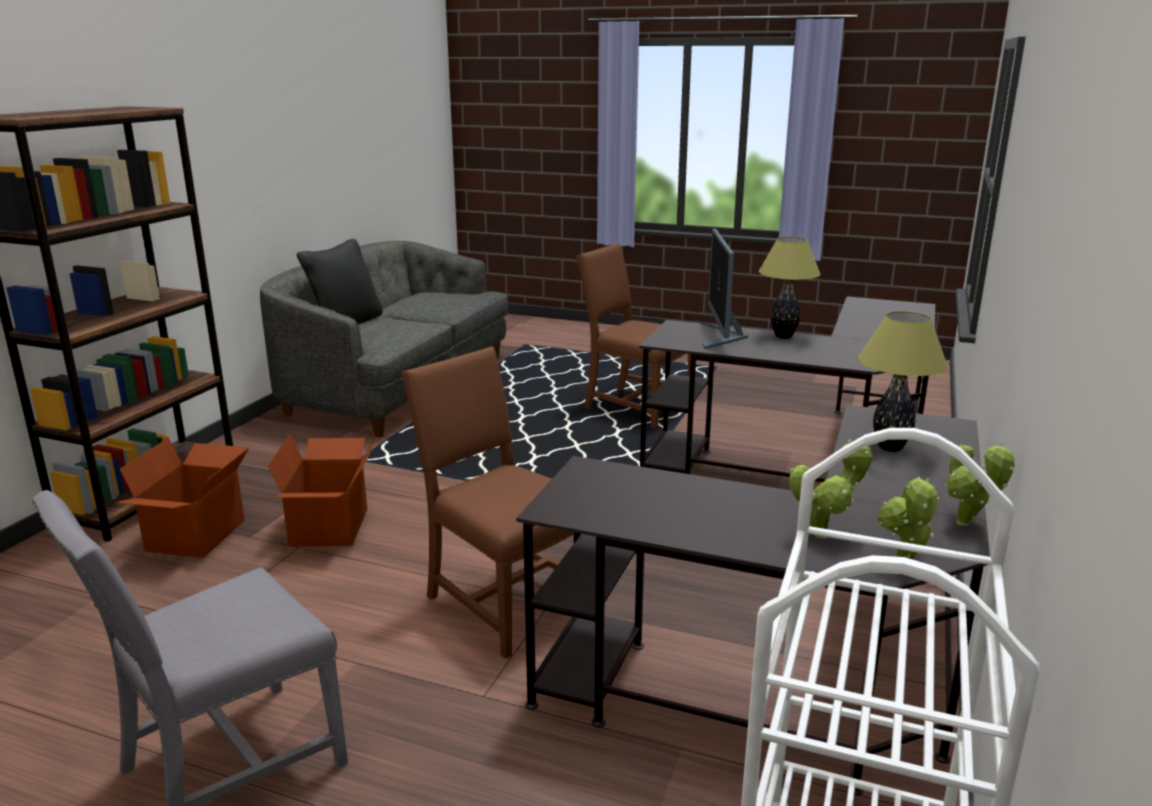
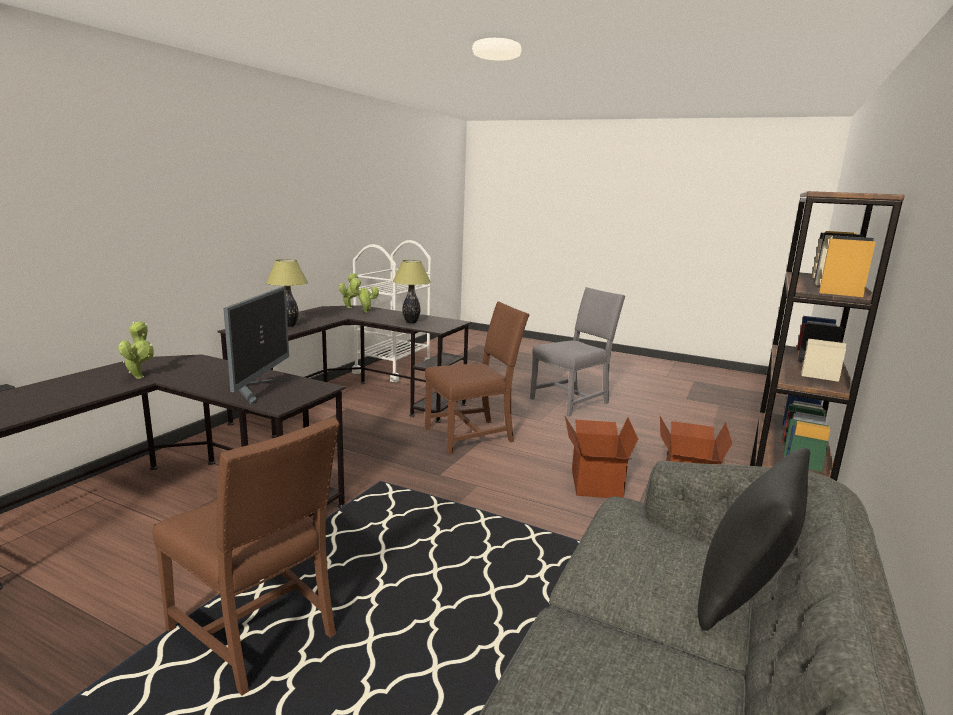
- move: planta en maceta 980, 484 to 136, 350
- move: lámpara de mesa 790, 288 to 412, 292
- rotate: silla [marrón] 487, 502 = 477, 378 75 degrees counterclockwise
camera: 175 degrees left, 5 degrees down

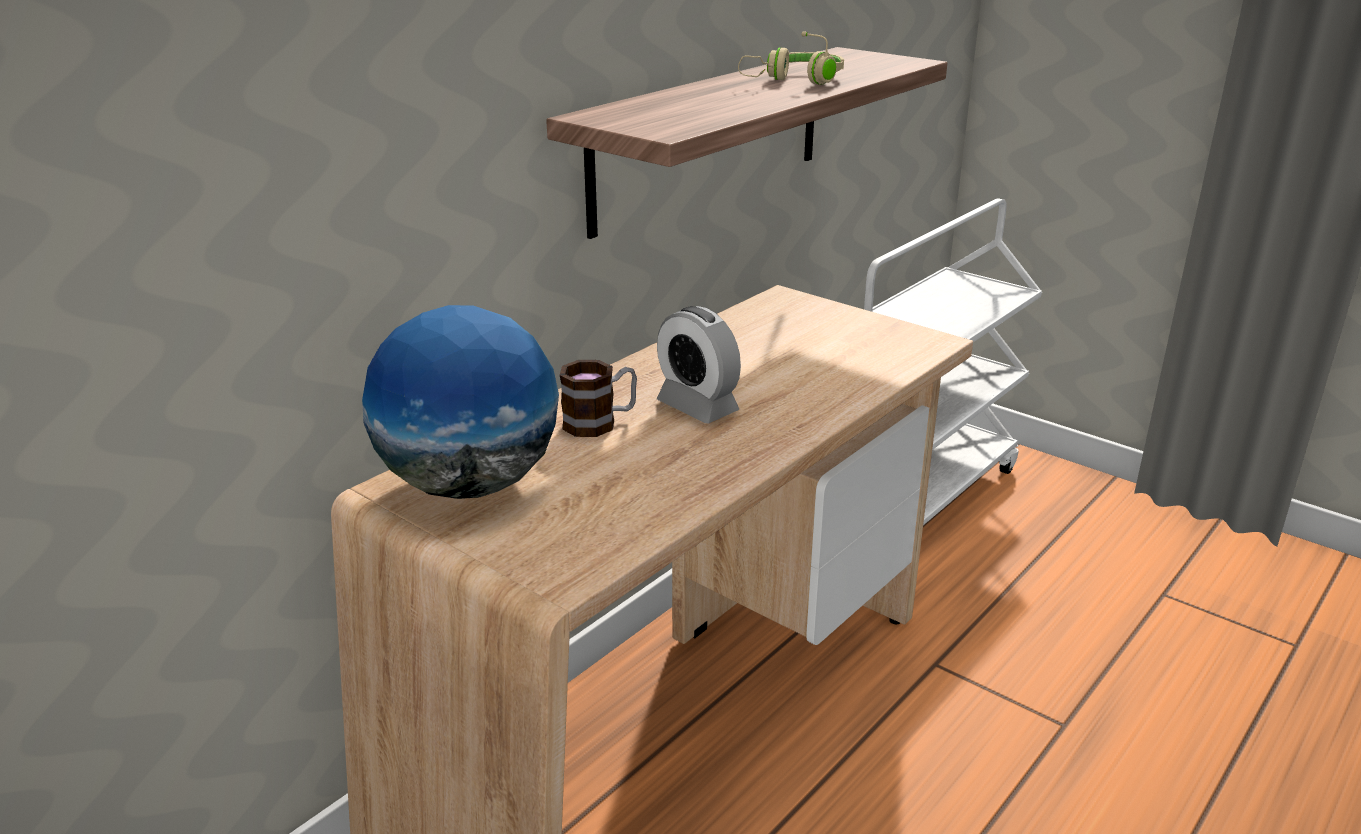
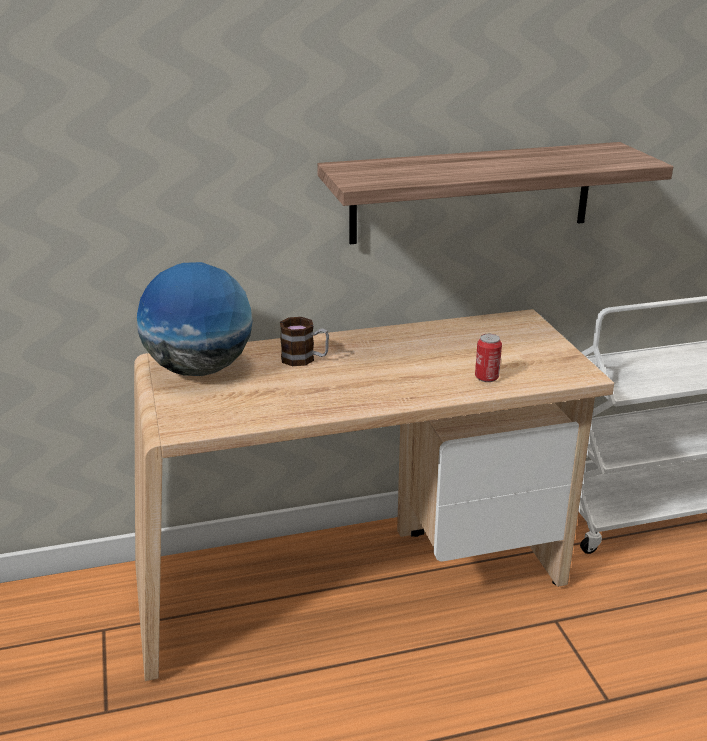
- insert: lata 488, 358
- delete: despertador 699, 364
- delete: auriculares [beis] 791, 58
camera: 35 degrees right, 0 degrees up

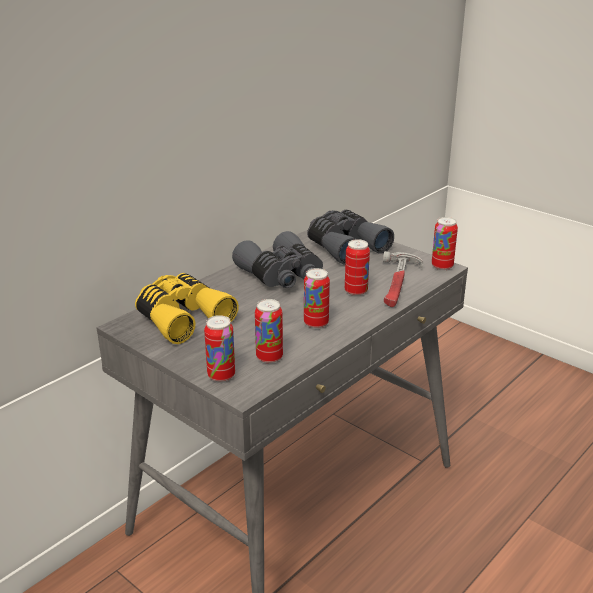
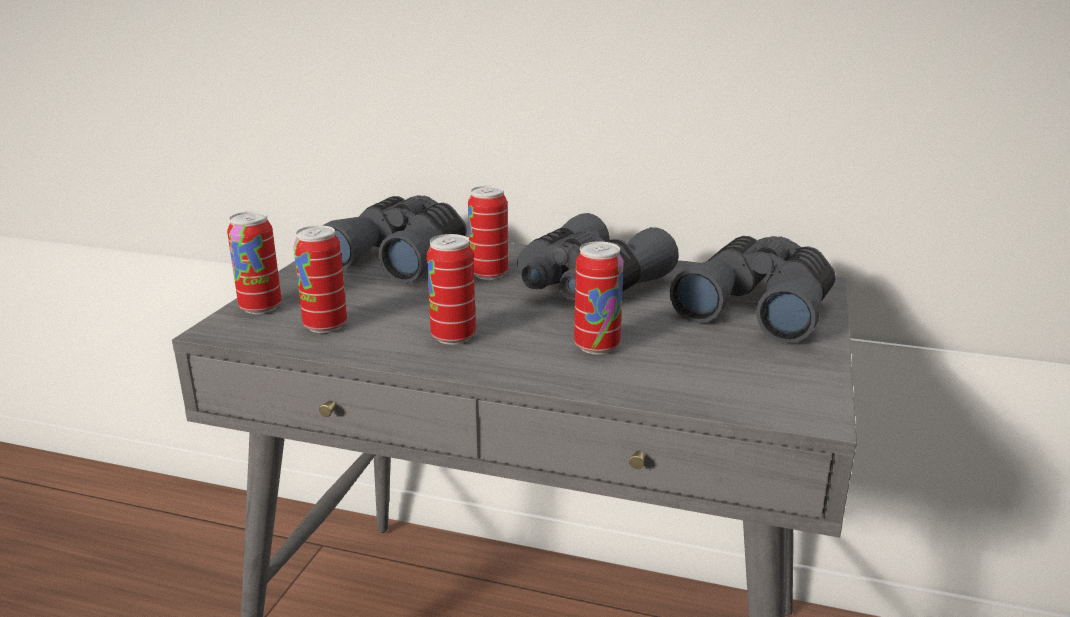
- recolor: prismáticos [amarillo] 187, 308 to prismáticos [gris] 394, 239
- move: lata 445, 243 to 488, 233
- delete: martillo 403, 279
camera: 65 degrees right, 5 degrees down

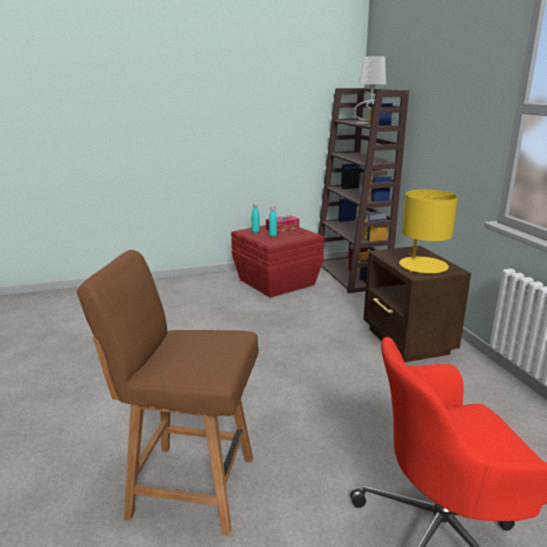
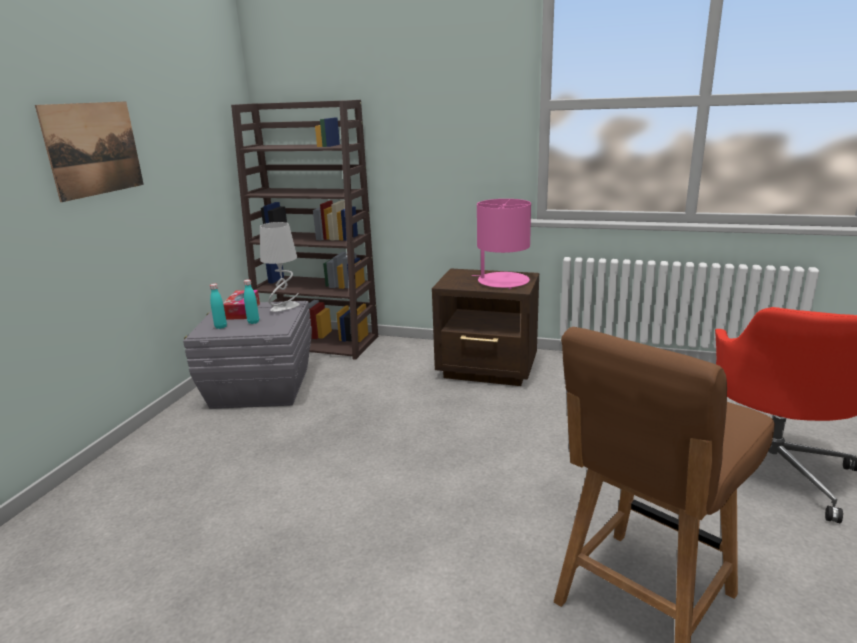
- insert: cuadro 89, 151
- recolor: caja de almacenaje [rojo] 277, 261 to caja de almacenaje [gris] 247, 355
- move: lámpara de mesa [gris] 370, 90 to 280, 267
- recolor: lámpara de mesa [amarillo] 428, 231 to lámpara de mesa [rosa] 501, 244
camera: 55 degrees left, 0 degrees up

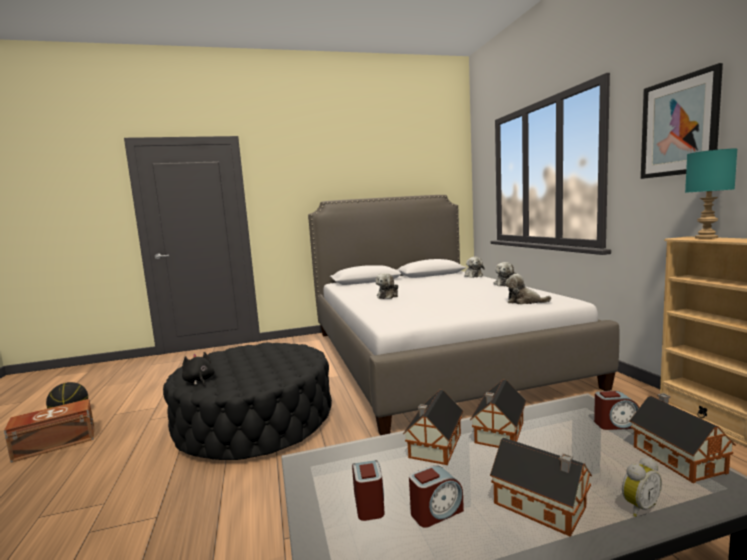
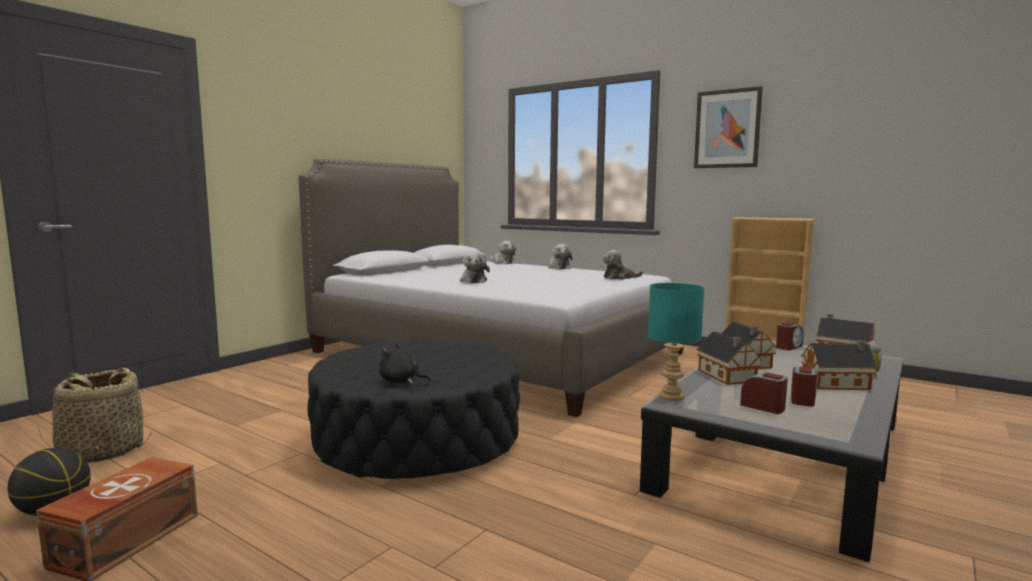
- insert: cesta 95, 415
- move: lámpara de mesa [turquesa] 711, 194 to 676, 342
camera: 40 degrees left, 0 degrees up

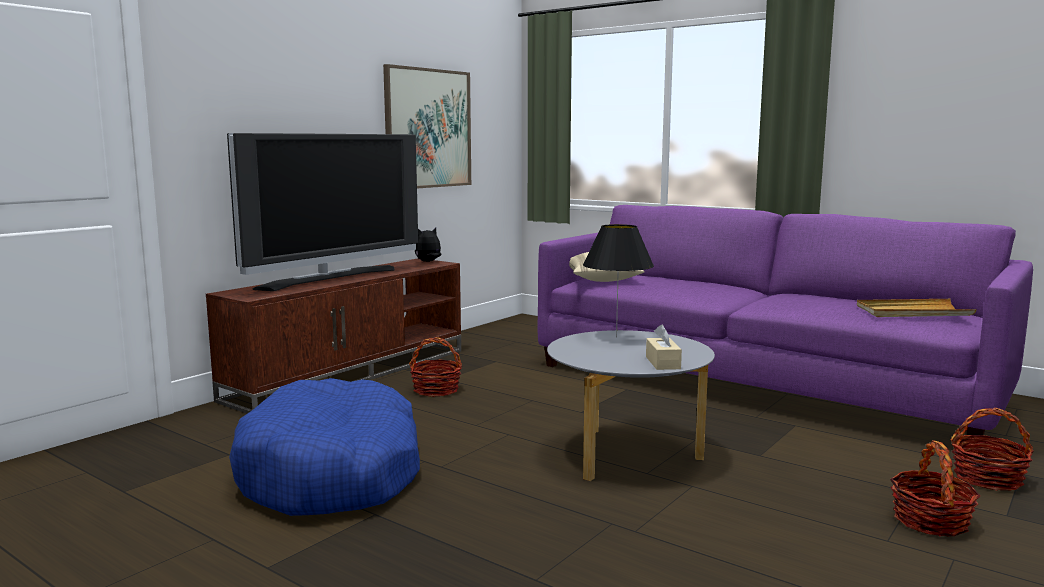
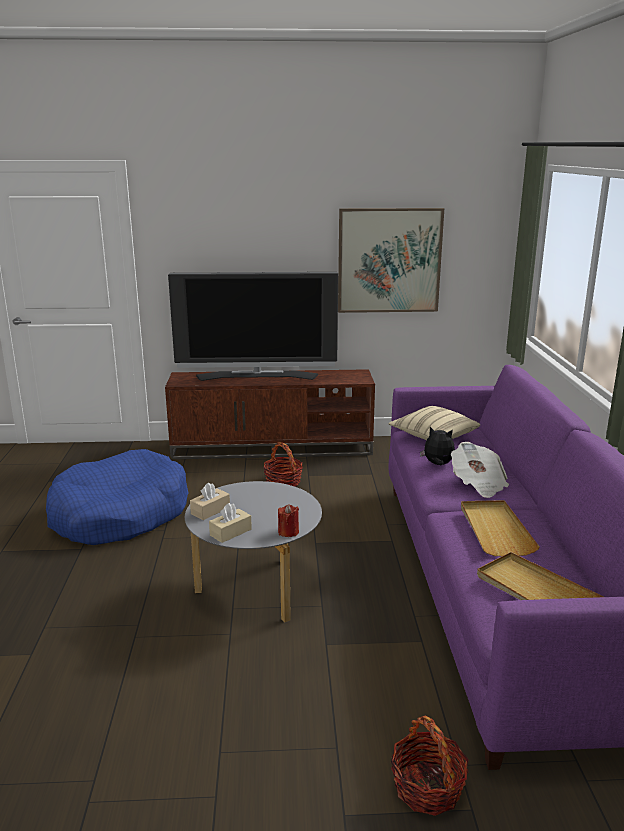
- insert: caja de pañuelos [beis] 210, 501
- insert: vela [rojo] 288, 521
- move: peluche 428, 245 to 437, 446
- insert: periódico 480, 470
- insert: bandeja [beis] 500, 528
- delete: lámpara de mesa [negro] 618, 280
- delete: cesta 935, 488
camera: 50 degrees right, 10 degrees up

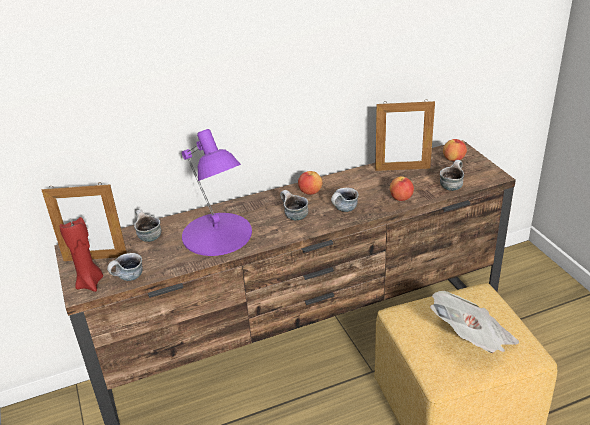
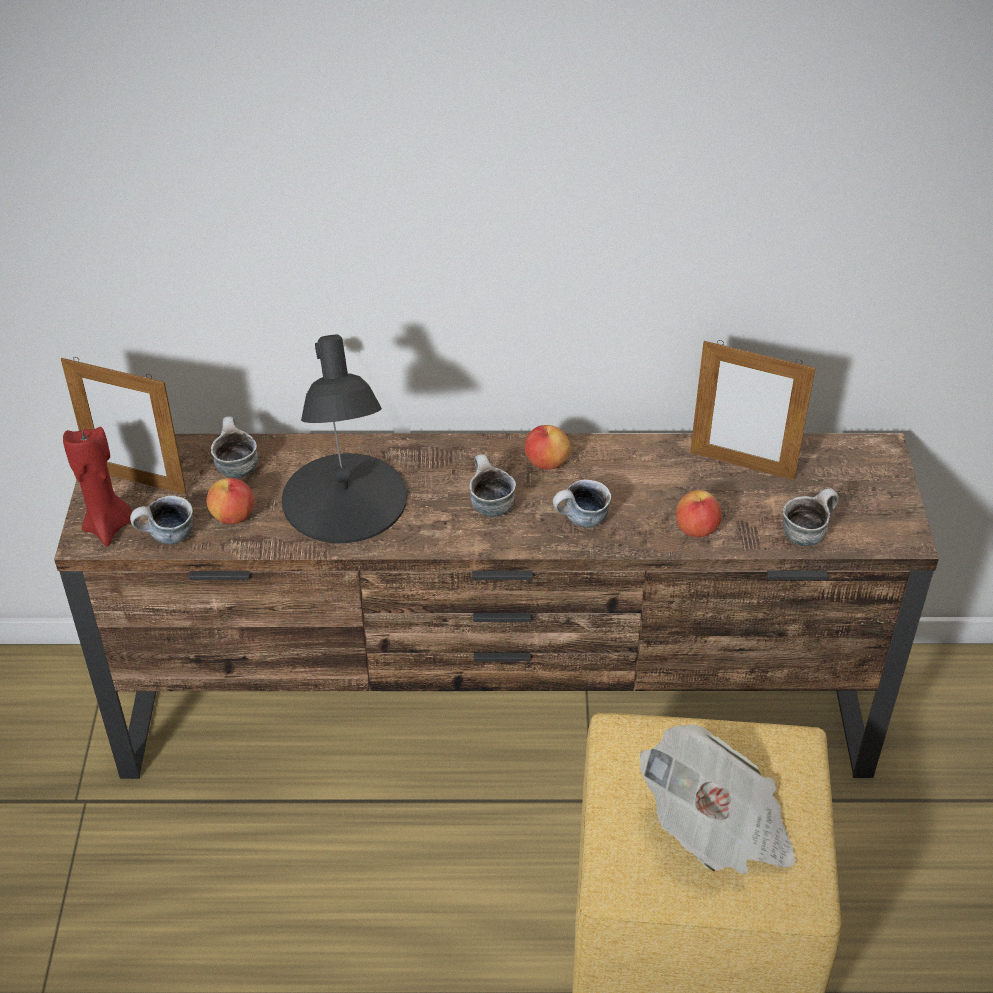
- move: manzana 455, 150 to 230, 501
- recolor: lámpara de mesa [morado] 217, 192 to lámpara de mesa [negro] 344, 439
camera: 20 degrees right, 10 degrees up

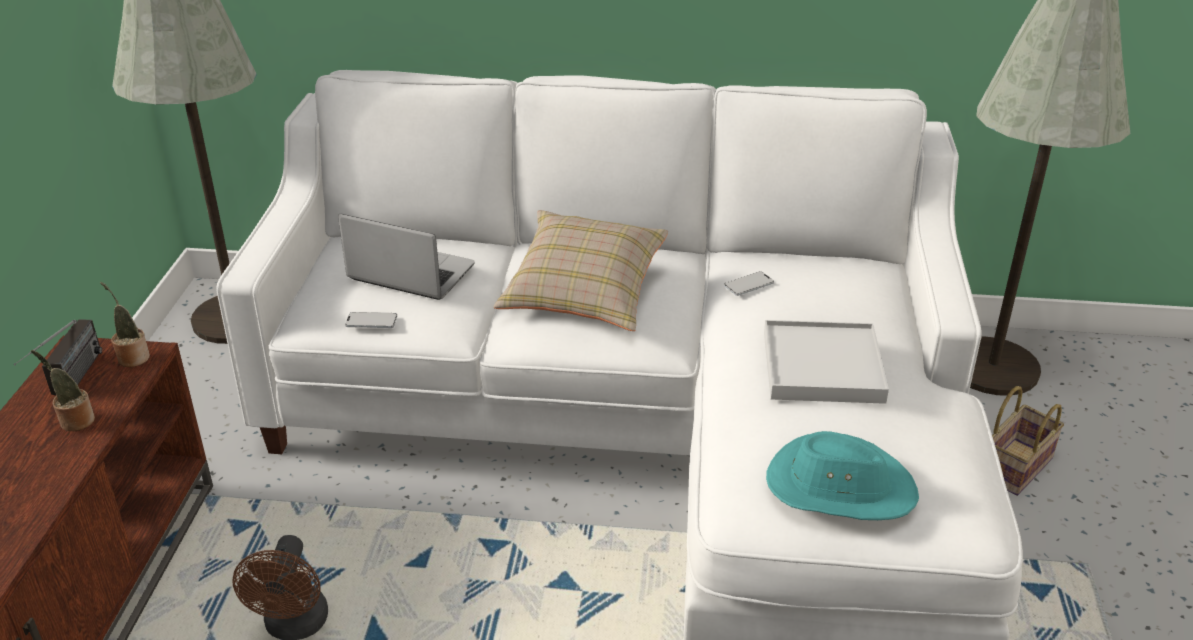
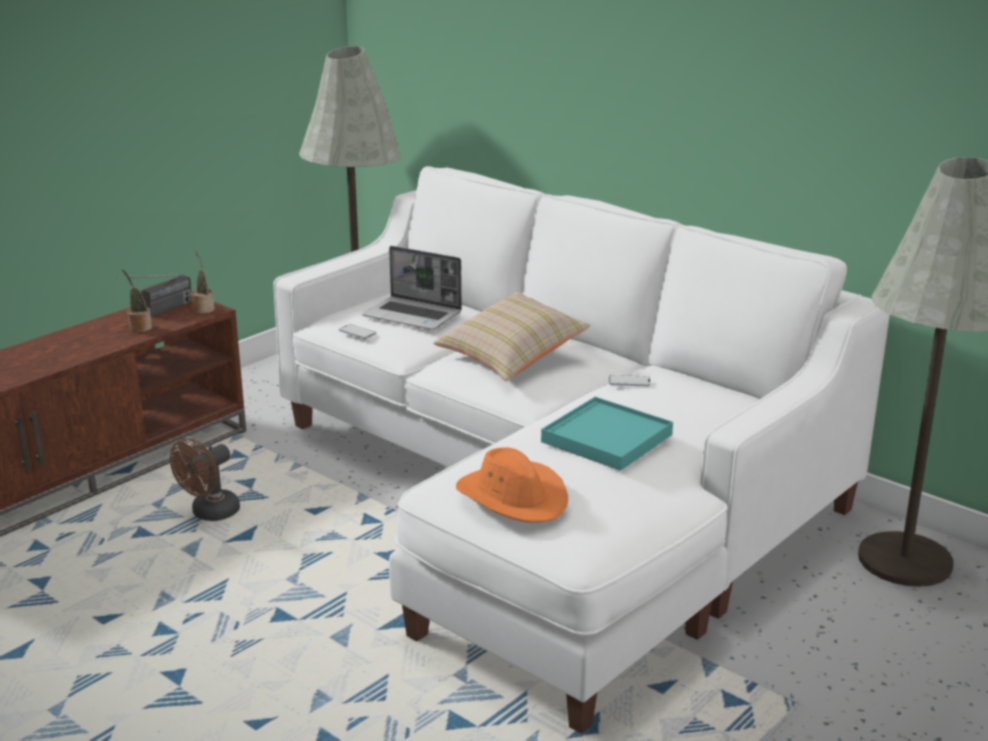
- rotate: portátil 406, 257 = 412, 288 150 degrees clockwise
- recolor: sombrero [turquesa] 842, 475 to sombrero [naranja] 512, 485
- recolor: bandeja [blanco] 826, 362 to bandeja [turquesa] 607, 434
- delete: cesta 1028, 441
camera: 35 degrees right, 10 degrees down

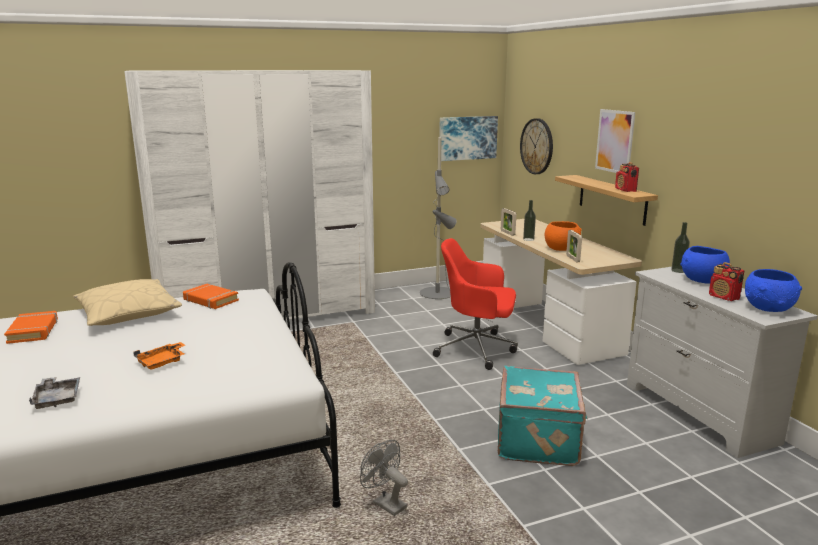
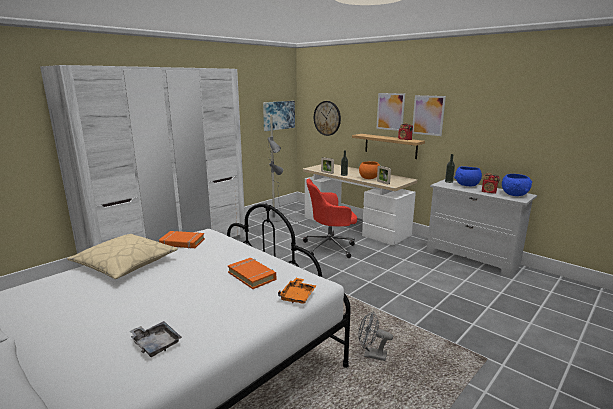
- move: libro [naranja] 31, 327 to 252, 273
- move: bandeja [naranja] 159, 355 to 297, 291
- insert: cuadro 429, 115
- delete: maleta [turquesa] 543, 416
camera: 25 degrees left, 0 degrees up

